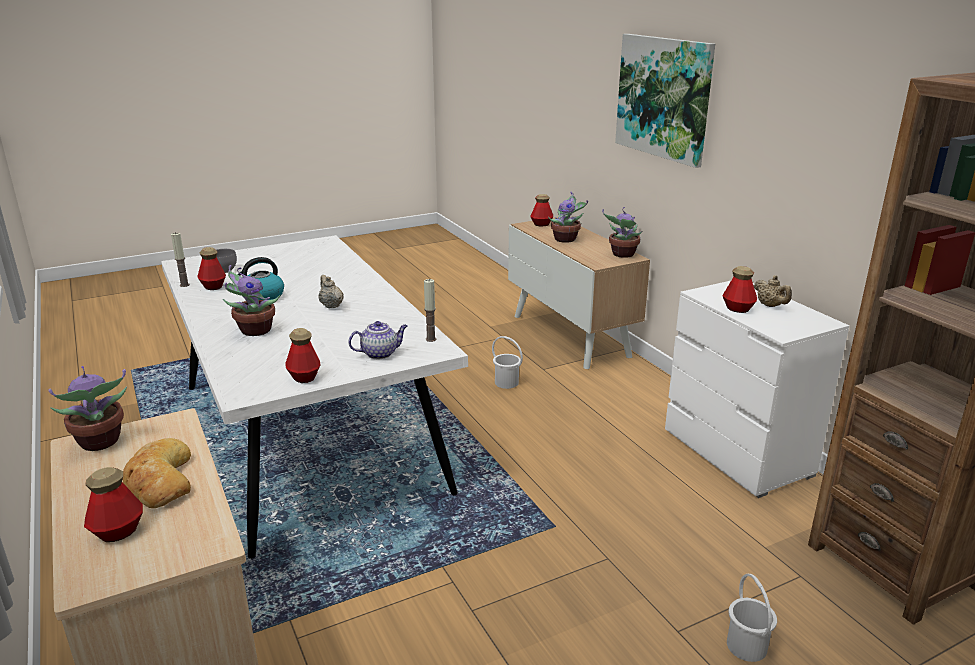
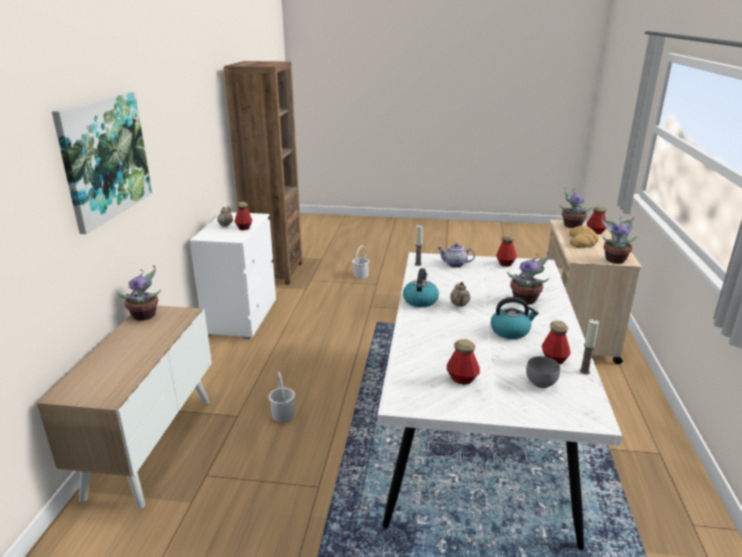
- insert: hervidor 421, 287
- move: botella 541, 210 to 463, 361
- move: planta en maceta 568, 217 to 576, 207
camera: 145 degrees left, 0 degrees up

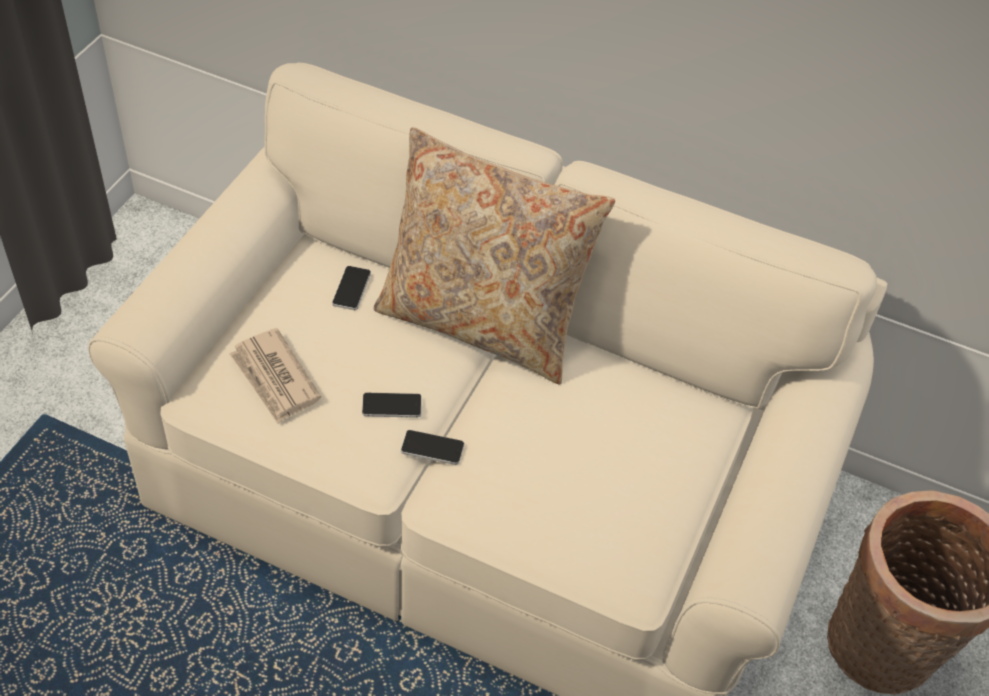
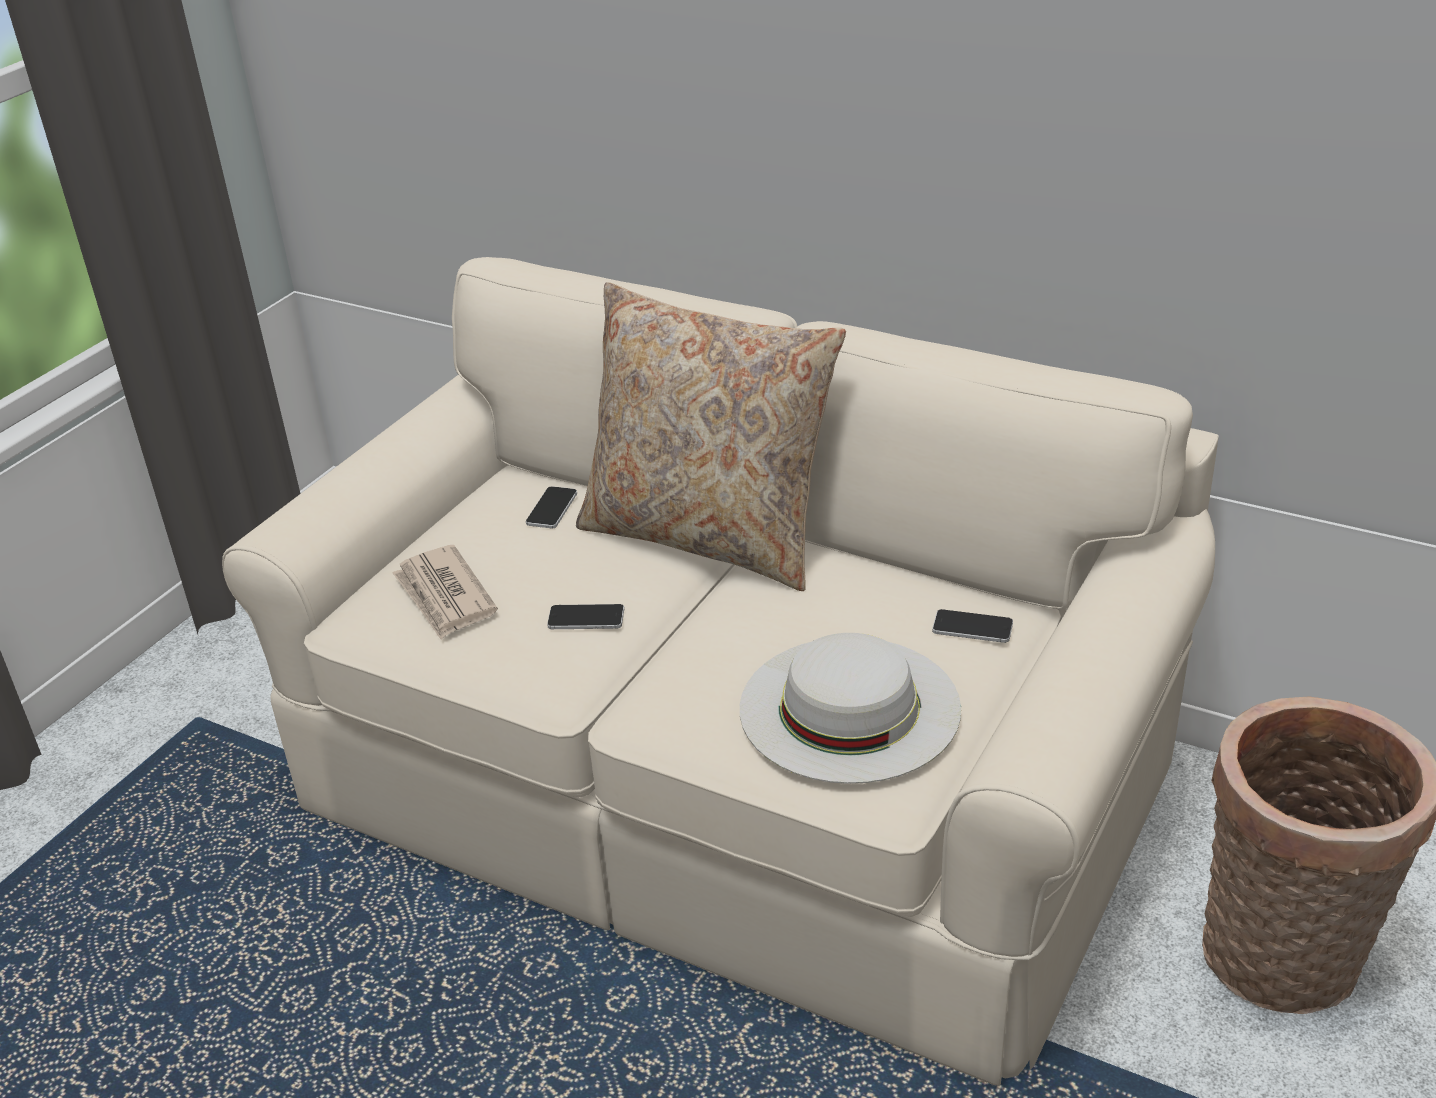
- insert: sombrero [blanco] 850, 708
- move: móvil 432, 447 to 972, 626
camera: 10 degrees right, 15 degrees down

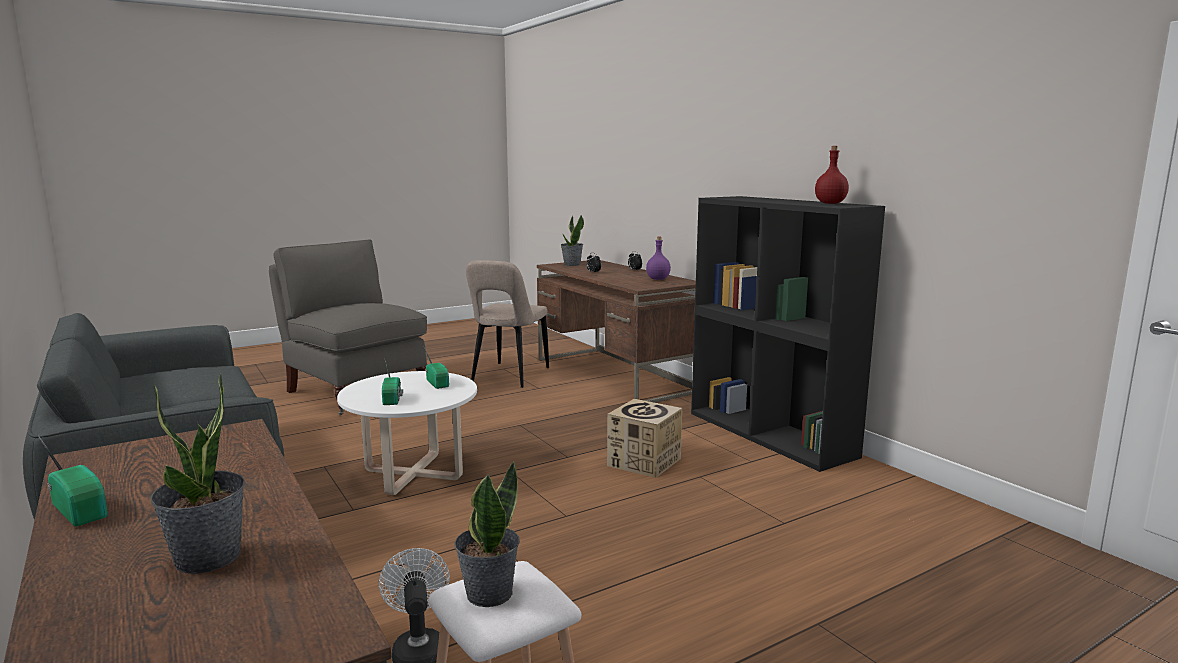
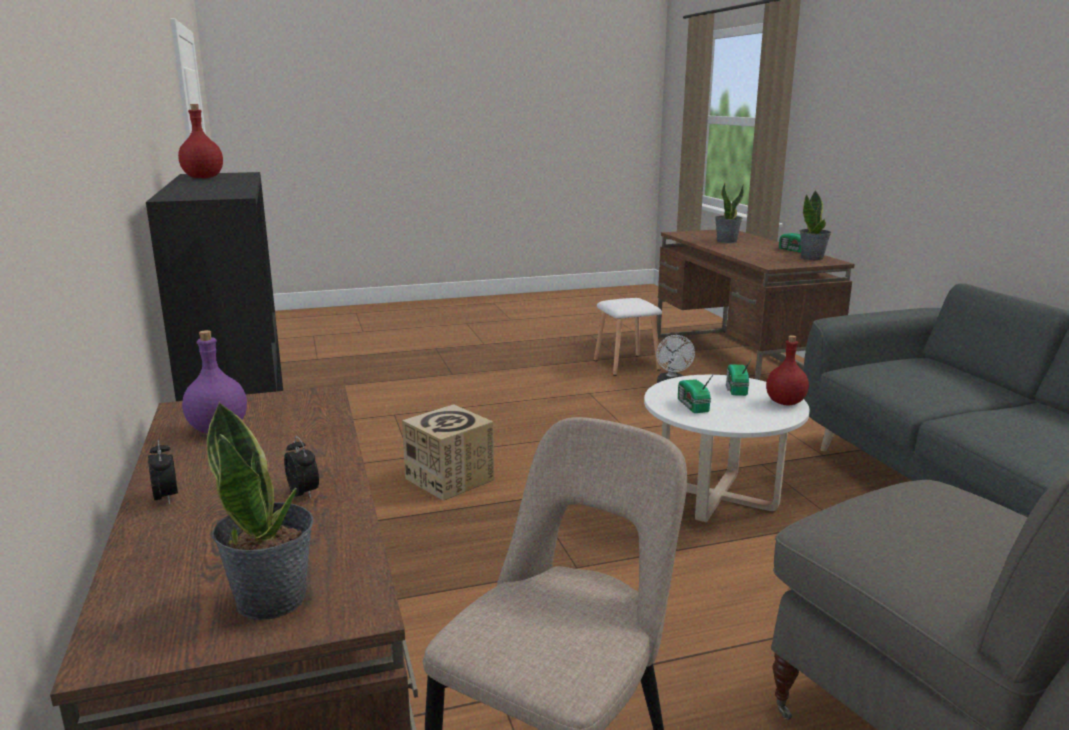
- insert: botella [rojo] 787, 370
- move: planta en maceta 487, 534 to 815, 225
camera: 165 degrees left, 5 degrees up

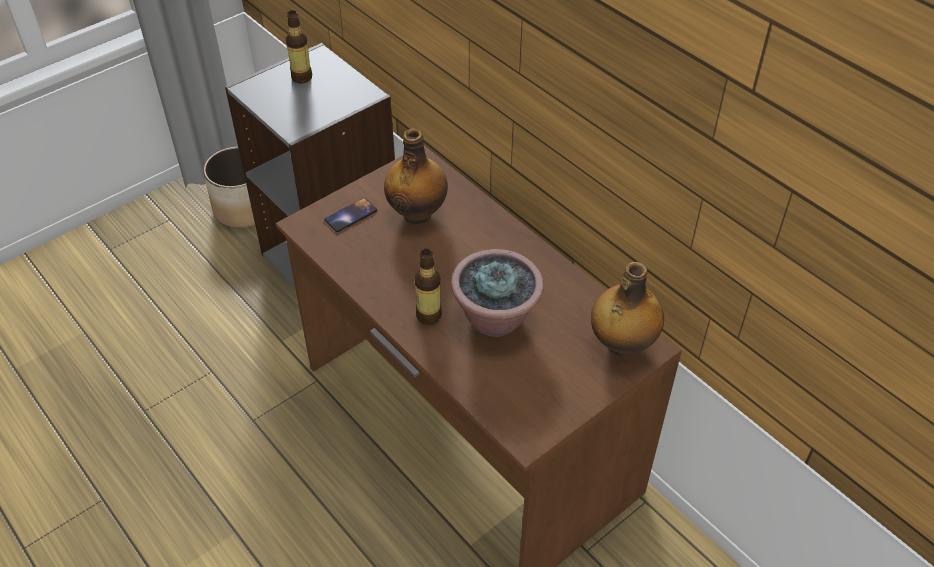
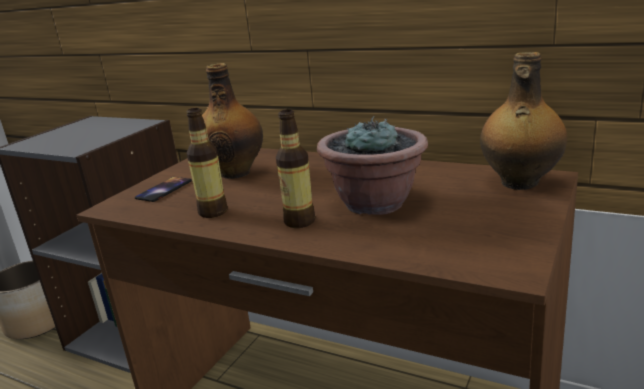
- move: botella 299, 47 to 207, 163
camera: 20 degrees left, 25 degrees down

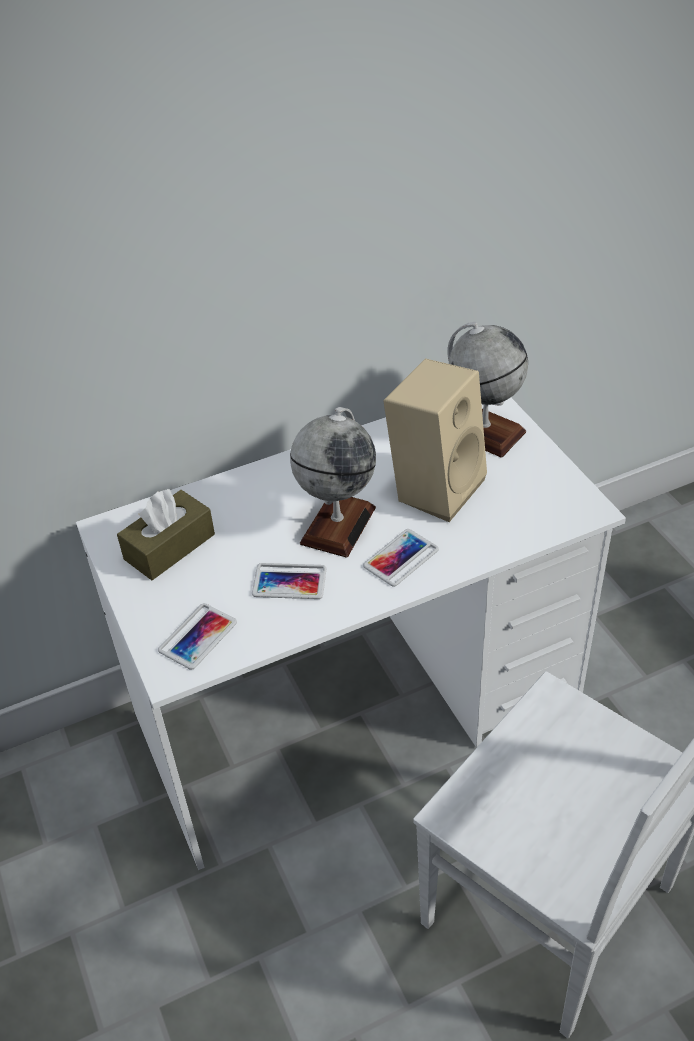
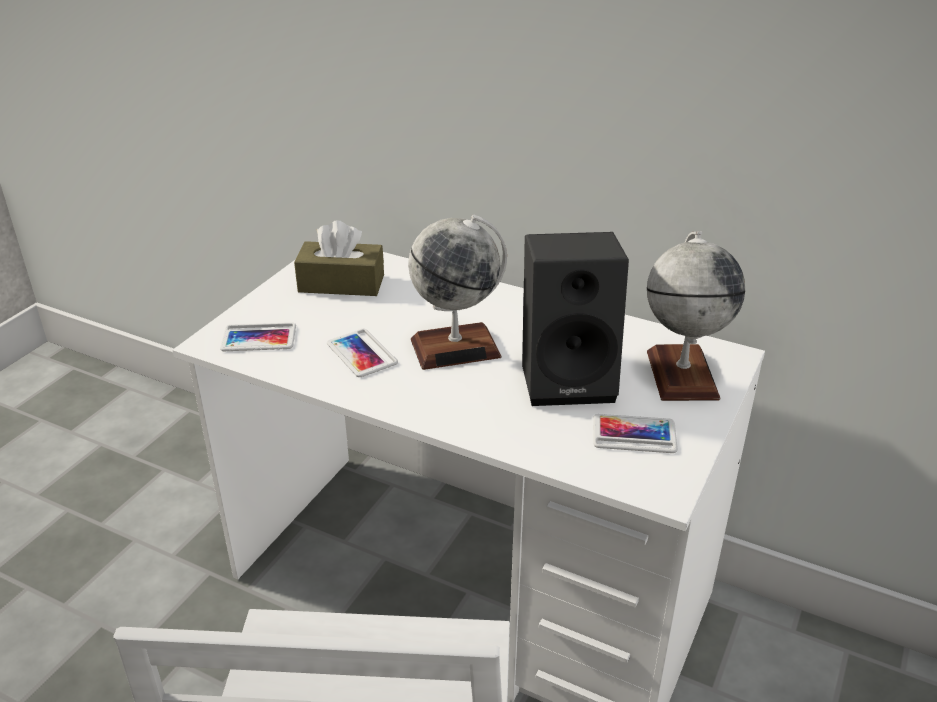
- recolor: altavoz [beis] 435, 440 to altavoz [negro] 575, 319
- move: móvil 401, 557 to 635, 433
camera: 50 degrees right, 10 degrees down

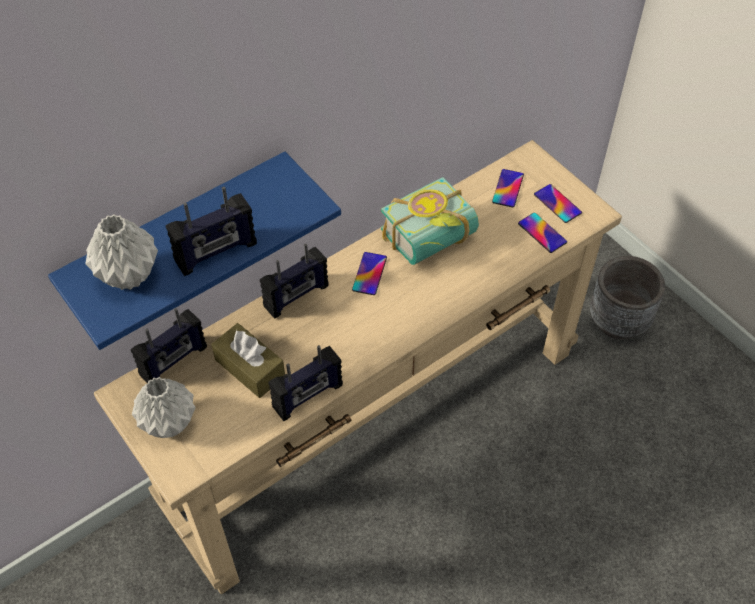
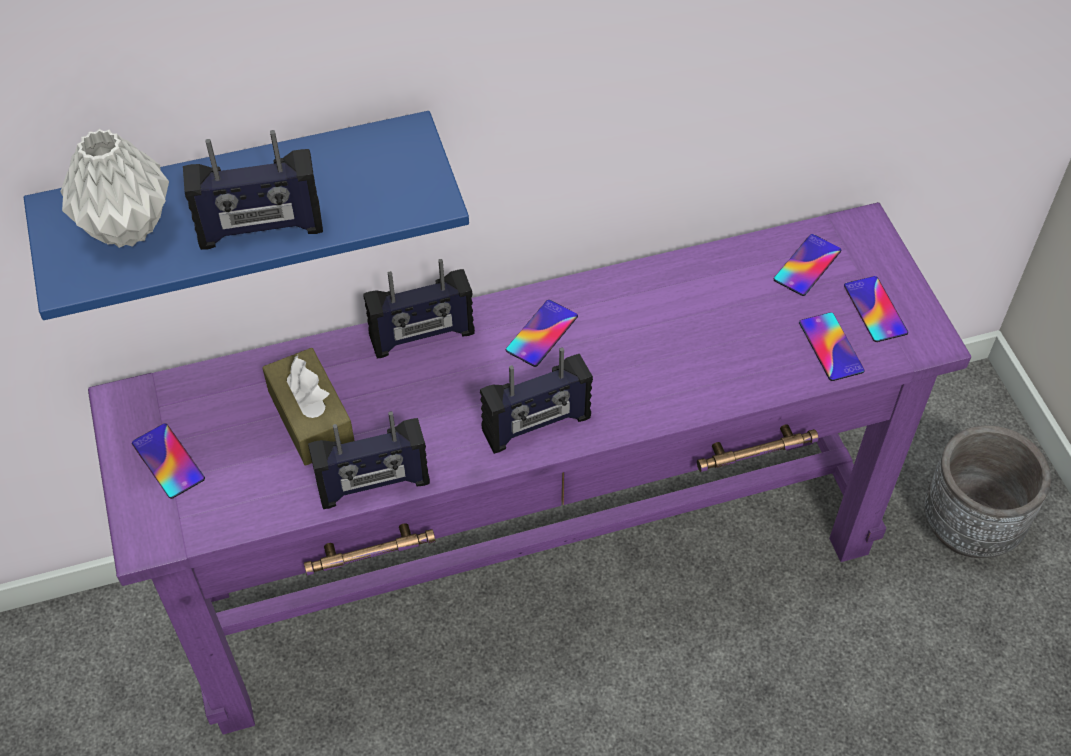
- recolor: mesa consola [beis] 358, 367 to mesa consola [morado] 529, 468
- replace: florero [gris] 164, 407 to móvil 168, 461
- move: radio 169, 345 to 536, 400
- delete: libro 430, 221
camera: 20 degrees right, 0 degrees up

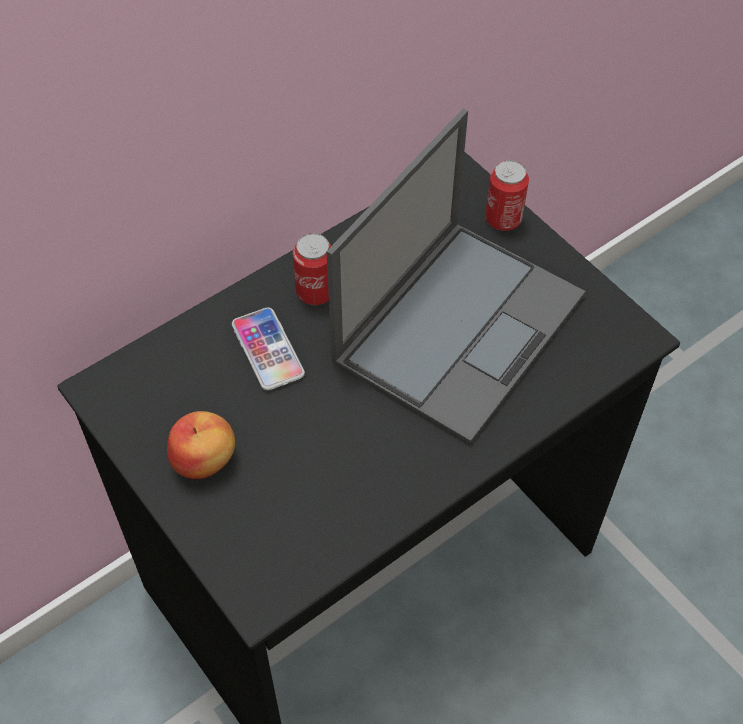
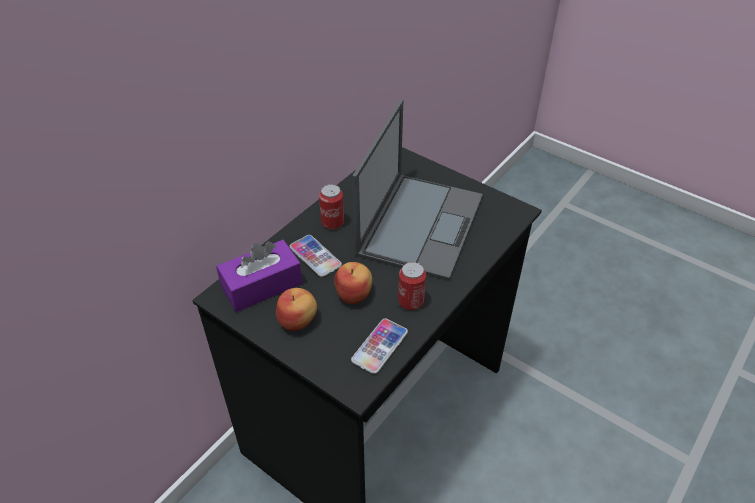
- insert: caja de pañuelos [morado] 259, 276
- insert: manzana 353, 283
- insert: móvil 379, 346
- move: lata 507, 195 to 412, 286
camera: 15 degrees left, 10 degrees down

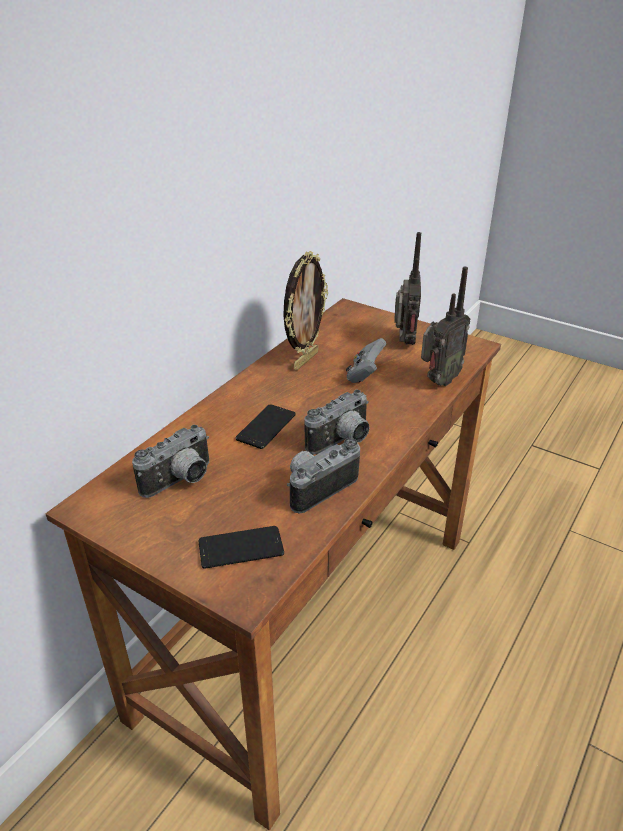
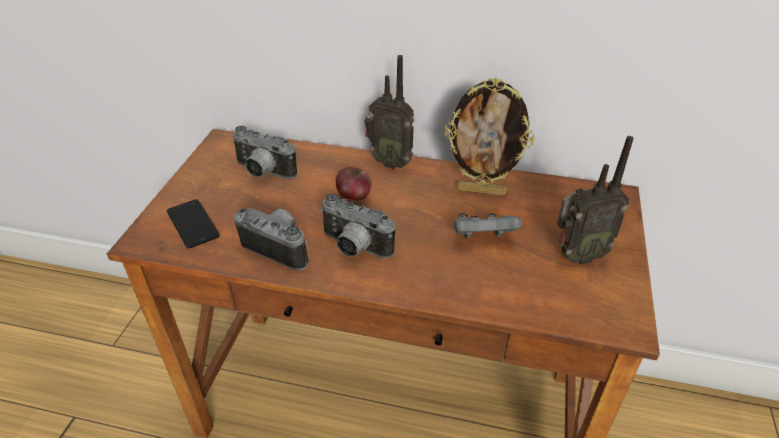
- replace: móvil 266, 426 to manzana 354, 183
- move: radio 445, 326 to 389, 112
camera: 70 degrees right, 5 degrees up

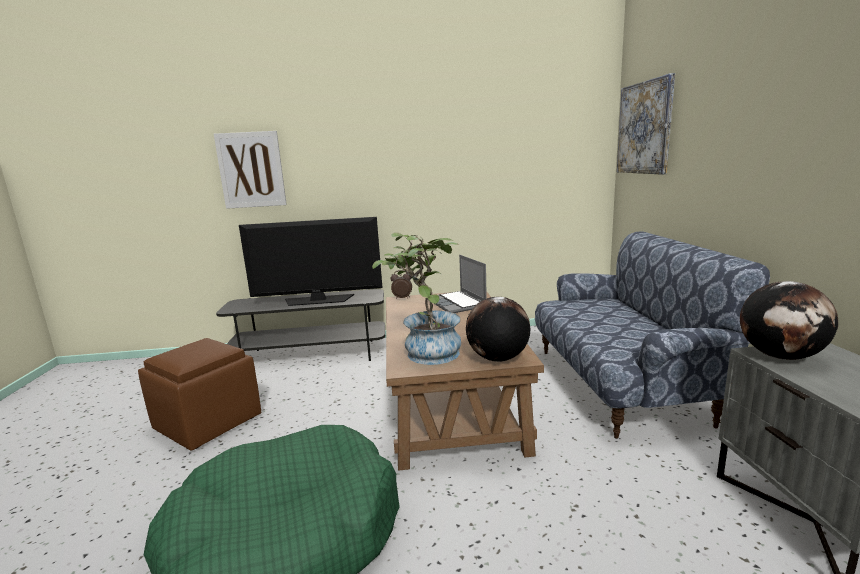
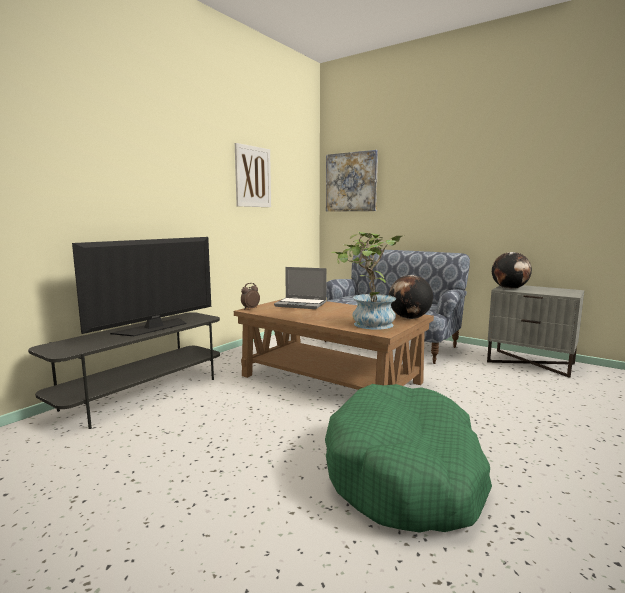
- move: cuadro 250, 170 to 253, 175
- delete: puf [marrón] 200, 394
camera: 50 degrees left, 5 degrees down

